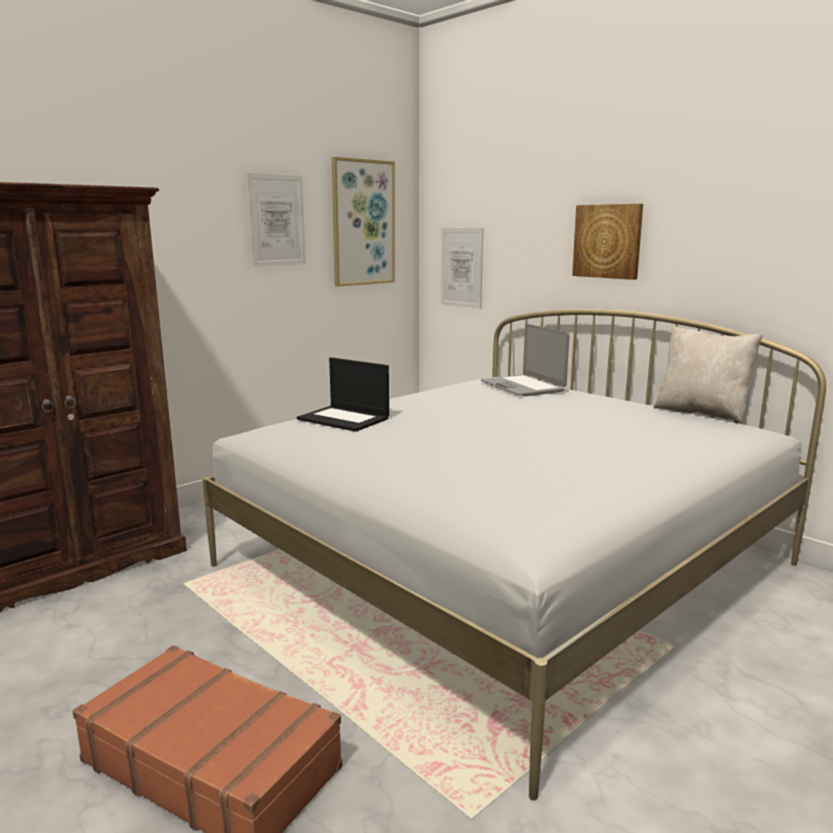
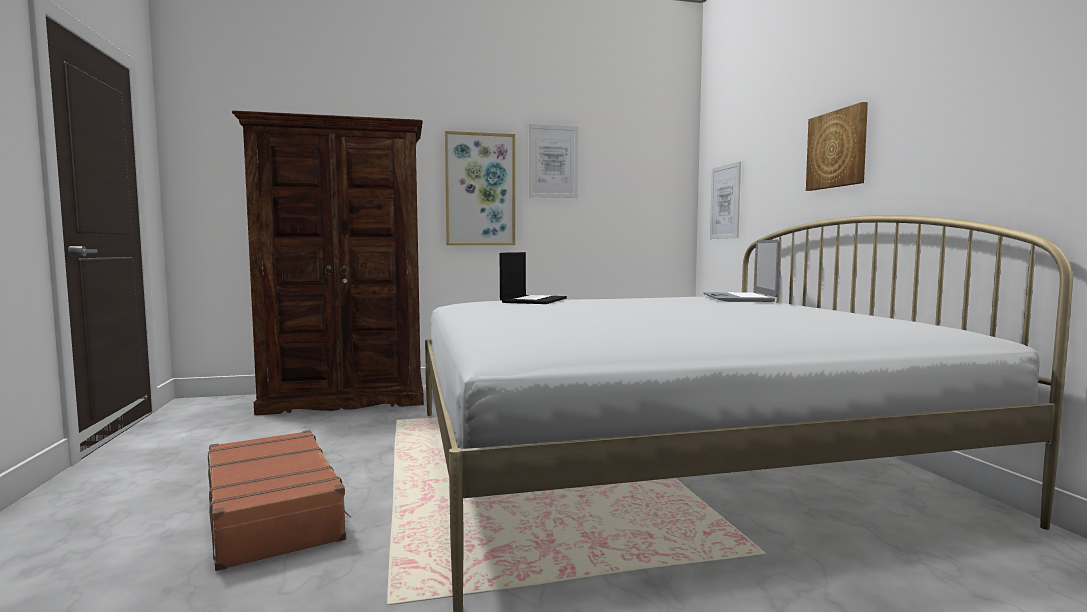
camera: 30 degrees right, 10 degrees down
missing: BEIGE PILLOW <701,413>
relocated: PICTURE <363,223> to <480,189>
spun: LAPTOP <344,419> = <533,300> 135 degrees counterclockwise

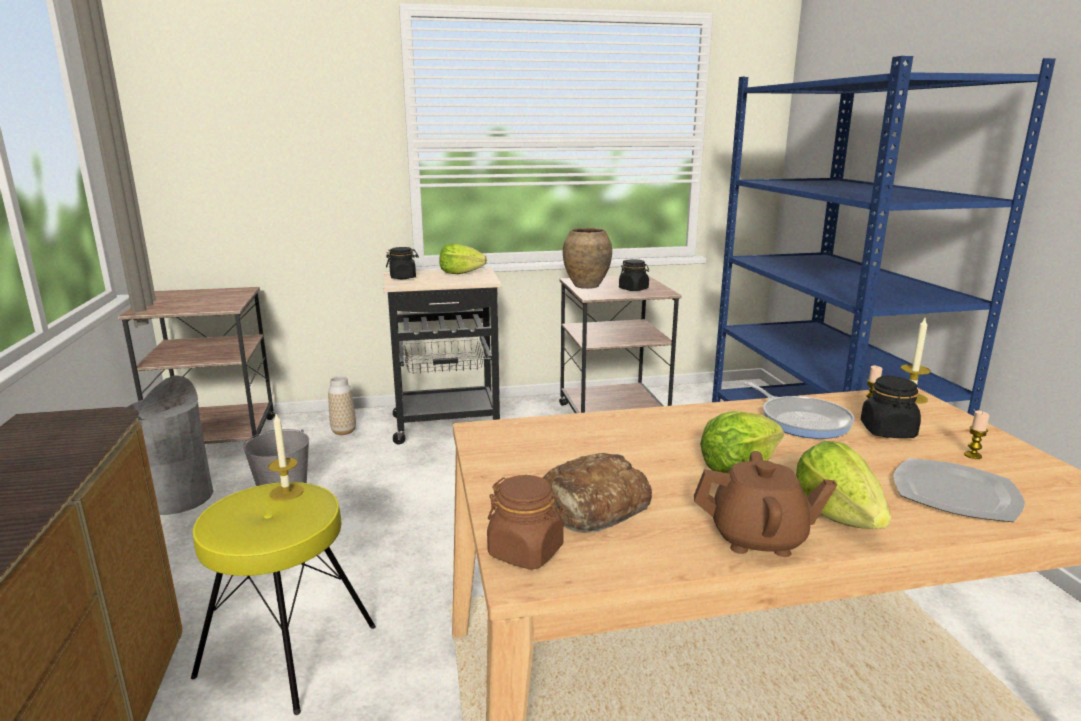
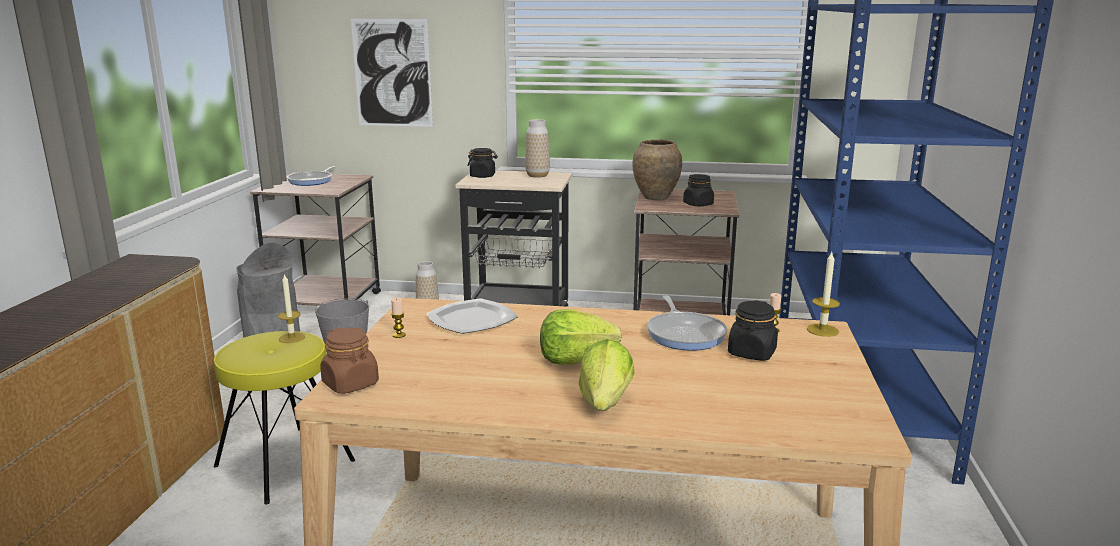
camera: 20 degrees right, 0 degrees up
missing: BREAD <592,505>; BROWN TEAPOT <758,538>
appeared: FRYING PAN <312,181>; PICTURE <392,73>
relocated: CANDLE <972,455> to <399,335>; PLATE <954,494> to <470,320>
exchanged: LETTUCE <460,273> to VASE <537,175>

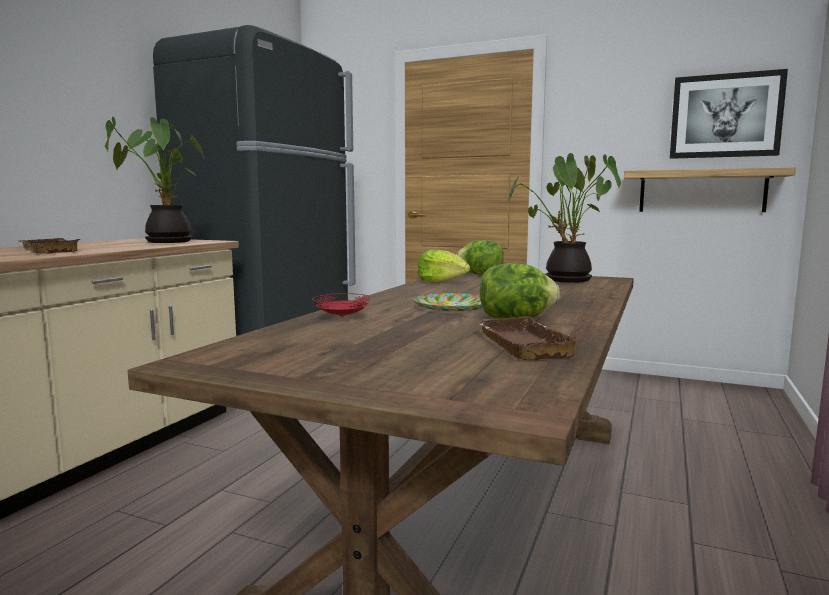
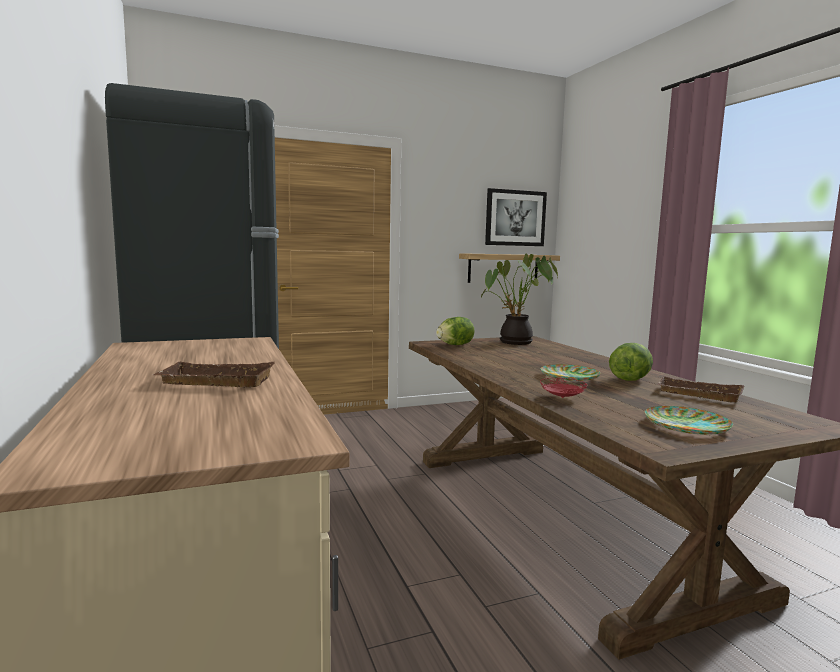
camera: 45 degrees left, 0 degrees up
missing: POTTED PLANT <165,241>; LETTUCE <441,282>
appeared: PLATE <686,425>

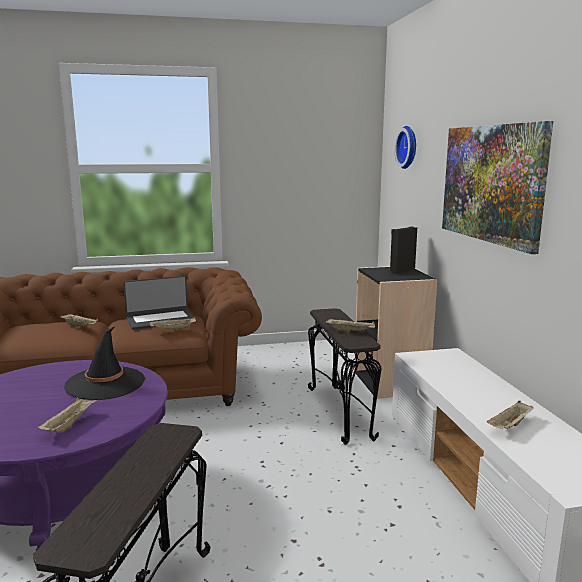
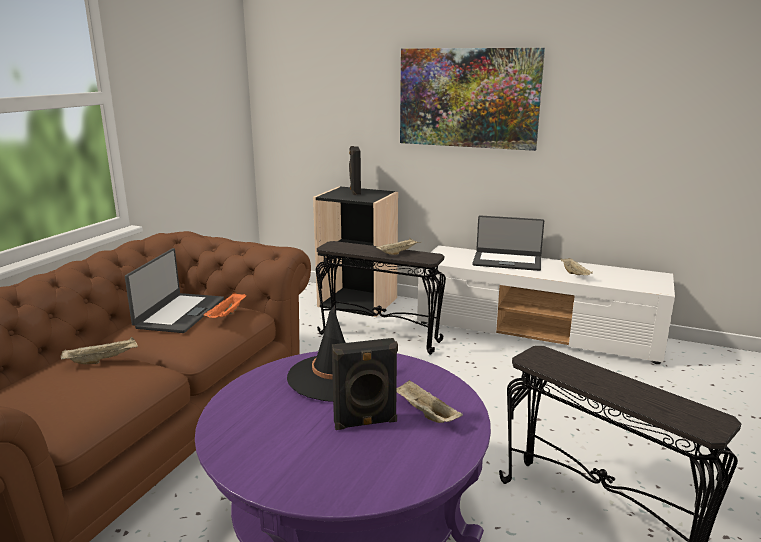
camera: 55 degrees left, 5 degrees up
missing: WALL CLOCK <409,147>
appeared: BLACK SPEAKER <365,423>; LAPTOP <507,261>
colour: BEIGE TRAY <172,330> to ORANGE TRAY <227,315>

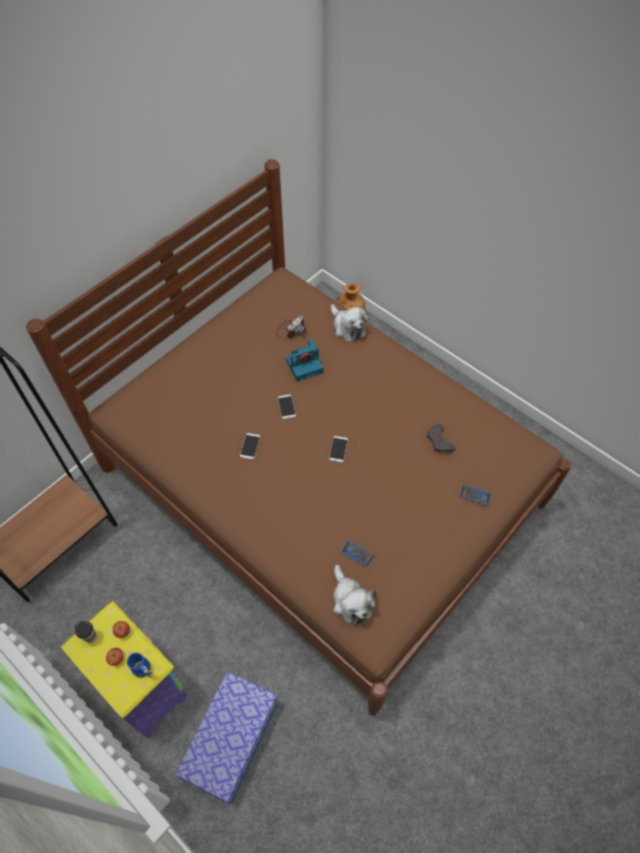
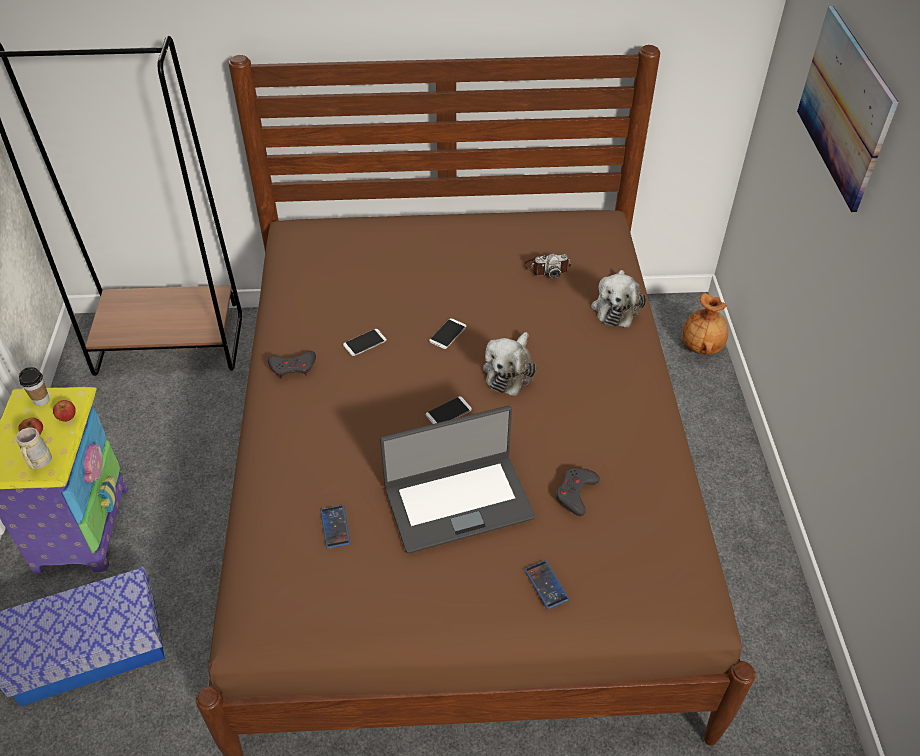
camera: 45 degrees right, 10 degrees down
missing: PHOTO CAMERA <304,365>
appeared: GREY GAME CONTROLLER <293,367>; LAPTOP <458,502>; PICTURE <844,107>
relocated: PLUSH TOY <351,600> to <510,371>
colour: BLUE MUG <144,671> to BEIGE MUG <39,464>

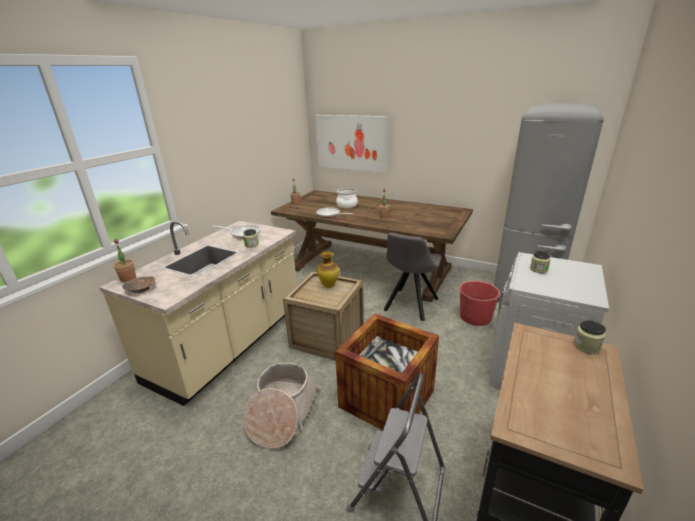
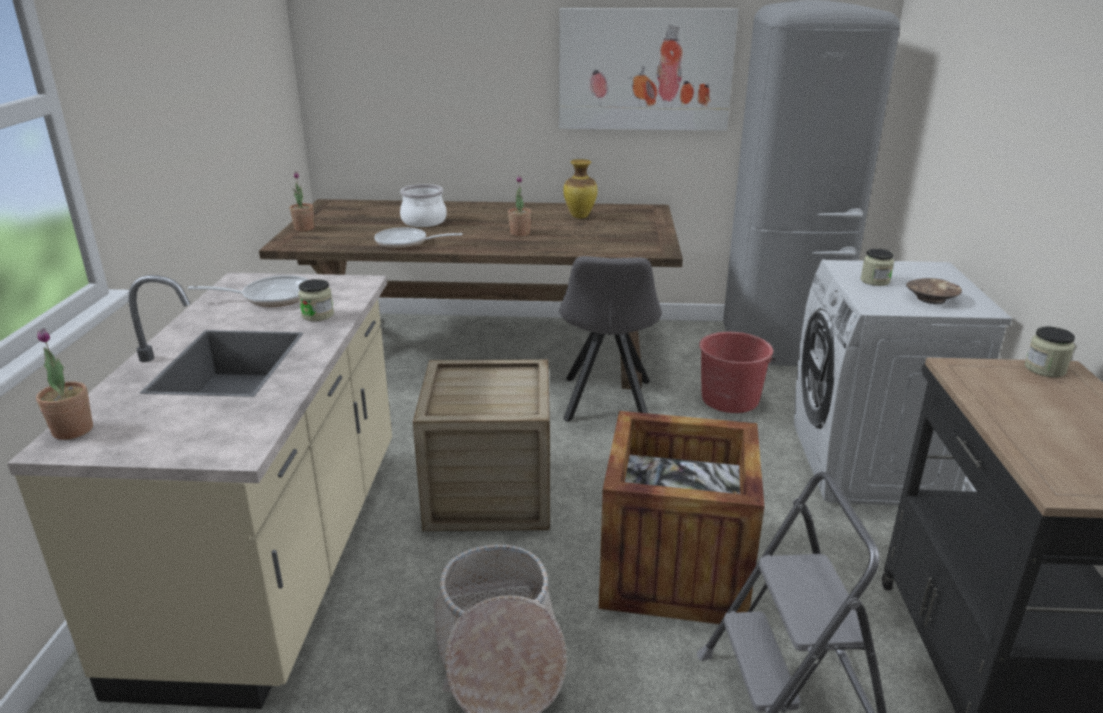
camera: 25 degrees left, 0 degrees up
relocated: PICTURE <351,142> to <645,70>; VASE <329,286> to <580,216>; BROWN BOWL <141,289> to <932,299>

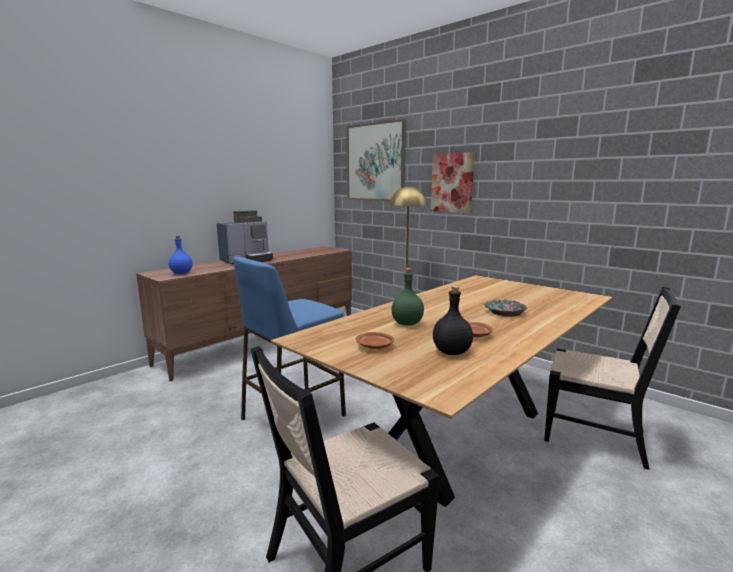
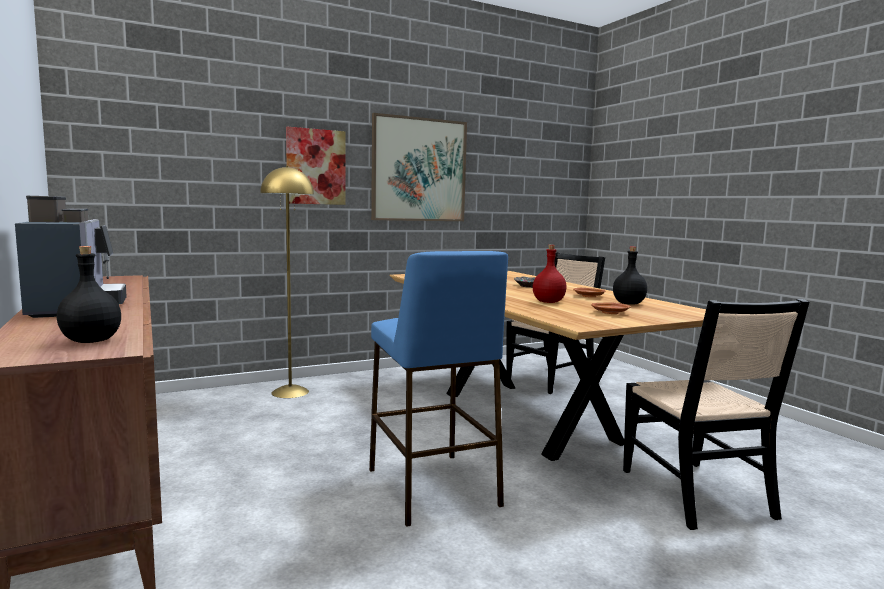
camera: 70 degrees left, 5 degrees down
relocated: PICTURE <375,162> to <419,170>
colour: BLUE BOTTLE <181,273> to BLACK BOTTLE <91,341>; GREEN BOTTLE <406,323> to RED BOTTLE <548,302>

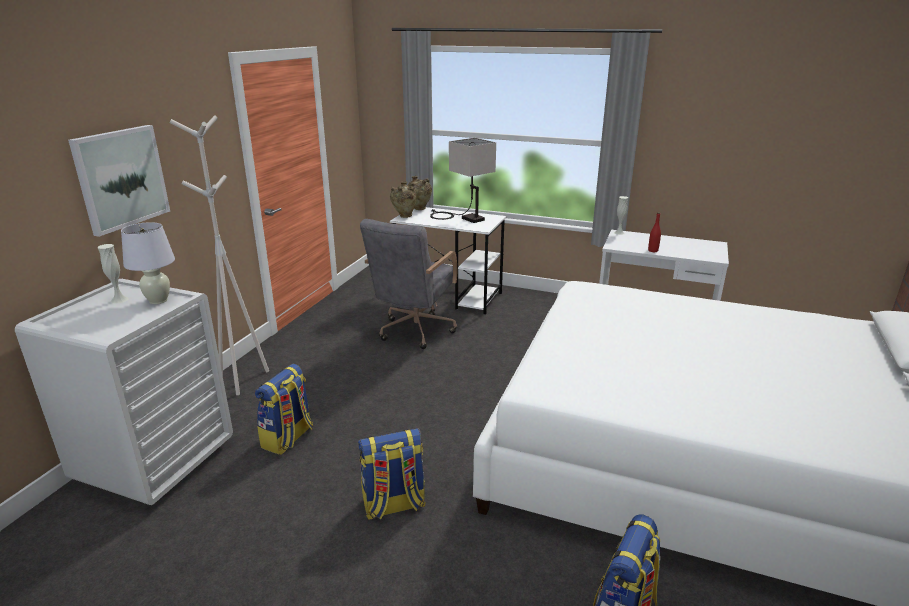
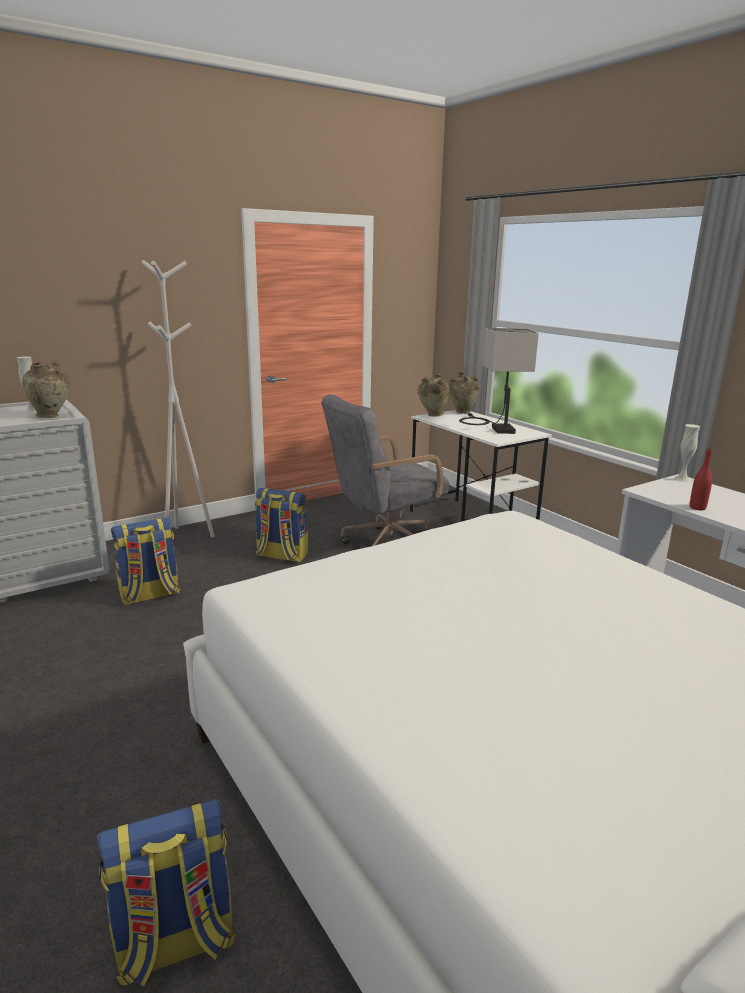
camera: 35 degrees right, 5 degrees down
missing: PICTURE <121,178>
relocated: BACKPACK <393,505> to <281,555>
exchanged: WHITE TABLE LAMP <158,300> to BEIGE VASE <51,416>

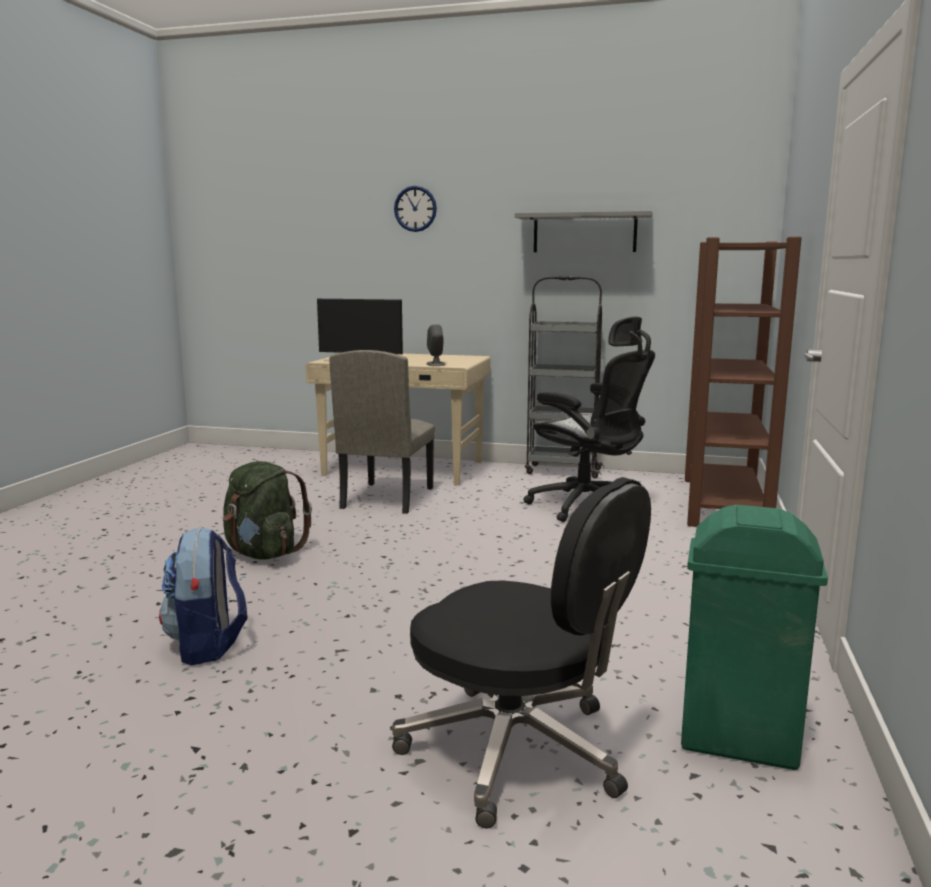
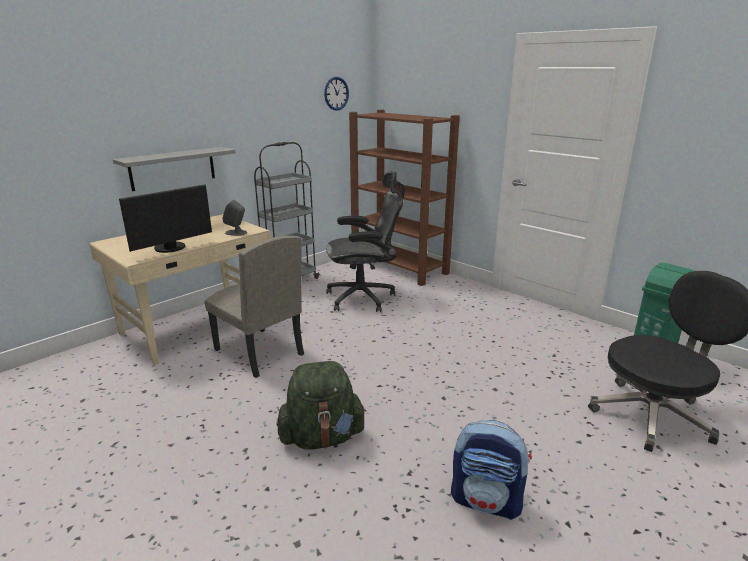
camera: 60 degrees left, 10 degrees up
relocated: GREY SHELF <584,233> to <173,168>; WALL CLOCK <415,209> to <336,93>

